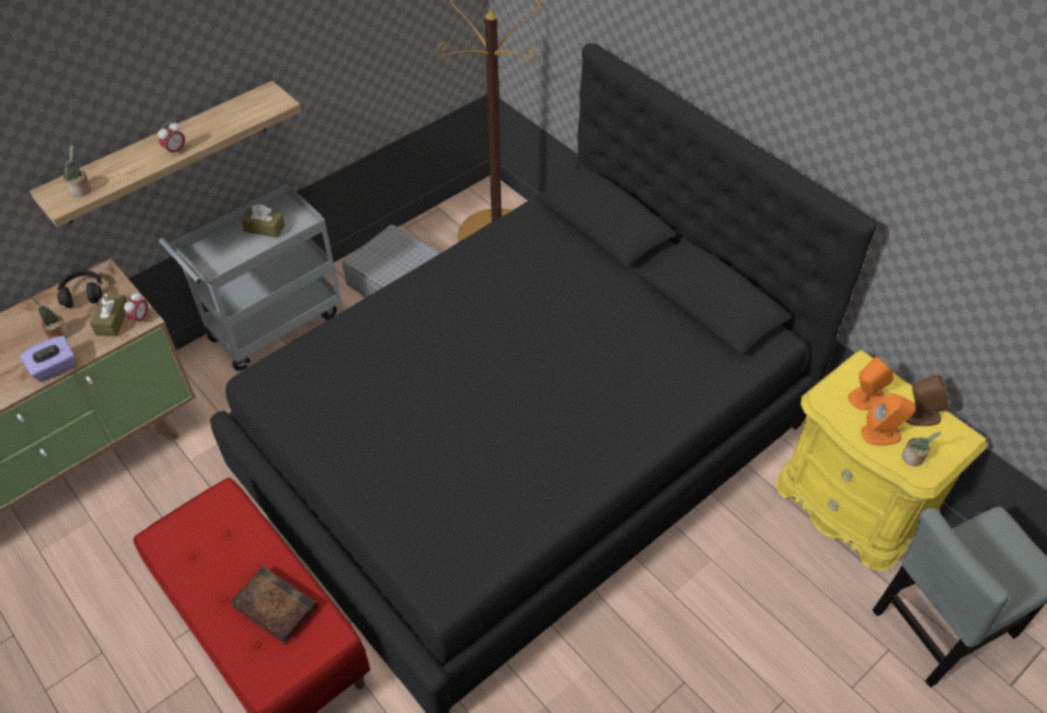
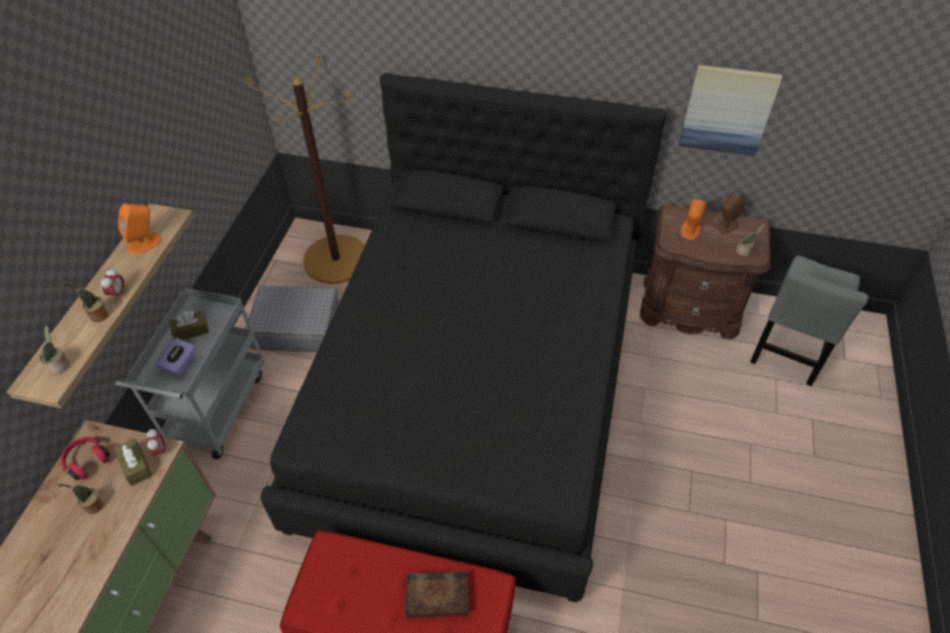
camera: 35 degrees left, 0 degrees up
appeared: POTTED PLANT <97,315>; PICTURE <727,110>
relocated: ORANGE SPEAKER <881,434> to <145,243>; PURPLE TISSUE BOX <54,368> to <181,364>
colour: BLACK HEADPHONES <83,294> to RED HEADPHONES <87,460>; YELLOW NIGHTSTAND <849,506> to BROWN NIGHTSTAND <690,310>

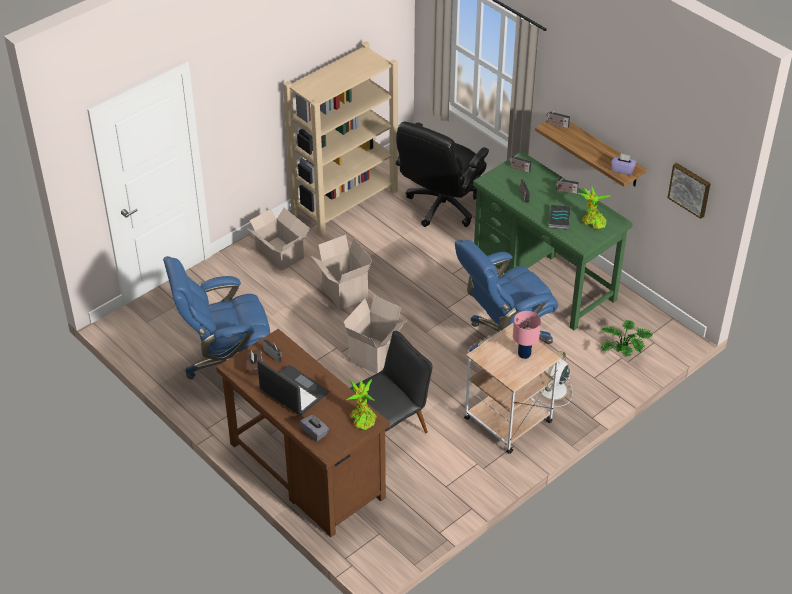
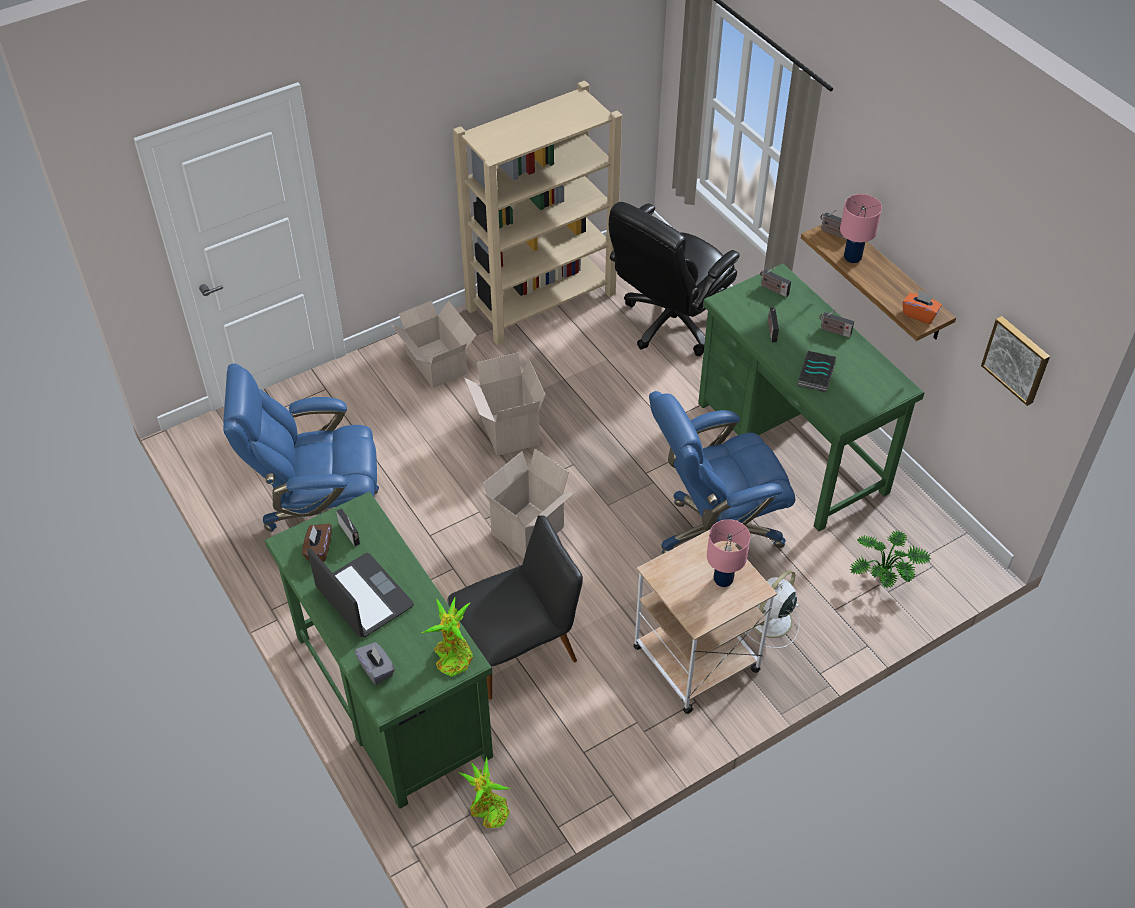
camera: 10 degrees right, 5 degrees up
appeared: PINK TABLE LAMP <852,257>
relocated: POTTED PLANT <592,222> to <487,810>
colour: BROWN DESK <305,470> to GREEN DESK <390,695>; PURPLE TISSUE BOX <622,170> to ORANGE TISSUE BOX <919,314>

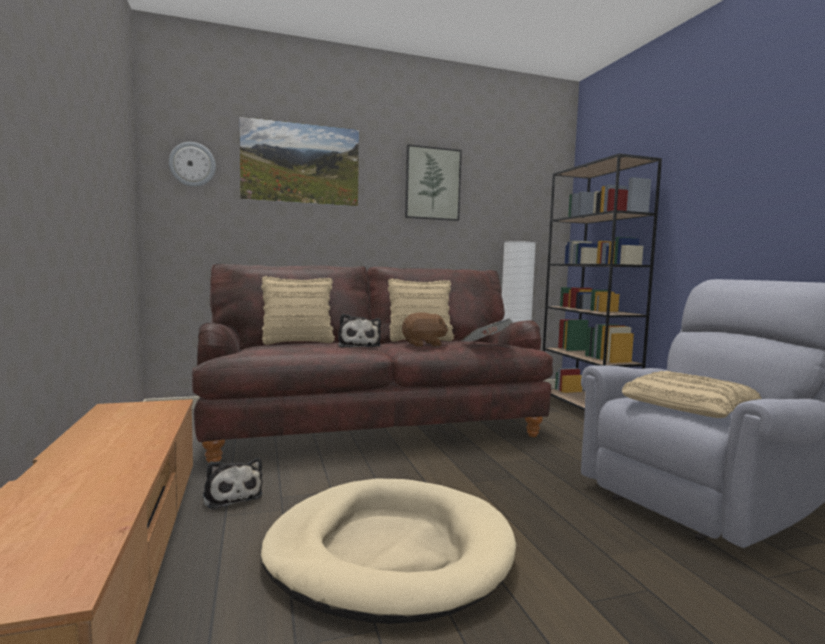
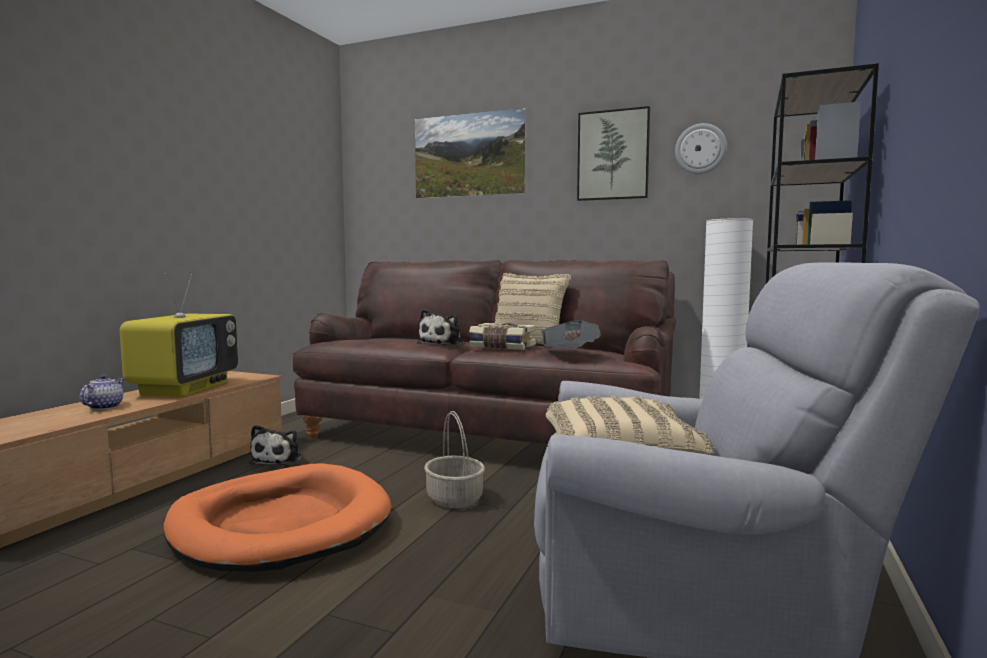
camera: 40 degrees right, 0 degrees up
missing: BEIGE PILLOW <298,342>
appeared: TEAPOT <104,407>; TELEVISION <185,389>; BASKET <455,499>
relocated: WALL CLOCK <192,164> to <700,149>
exchanged: BROWN PLUSH TOY <424,344> to BOOK <502,347>
colour: BEIGE DOG BED <389,553> to ORANGE DOG BED <281,524>

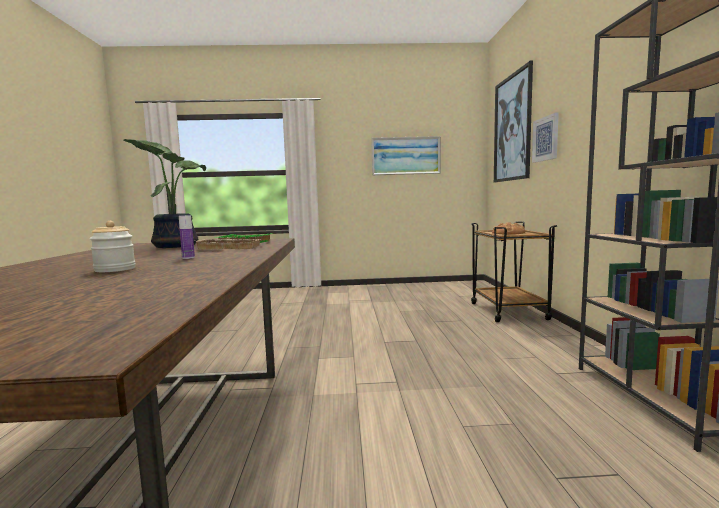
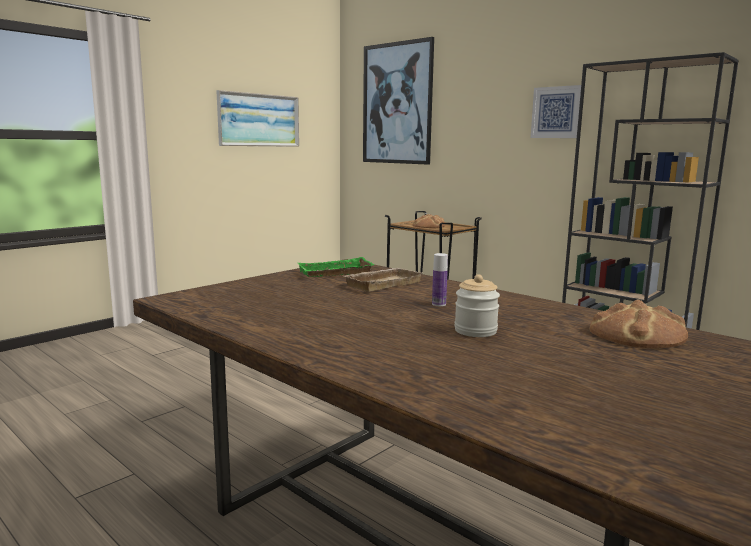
camera: 45 degrees left, 5 degrees up
missing: POTTED PLANT <175,245>
appeared: BREAD <636,334>
relocated: PICTURE <546,139> to <556,112>

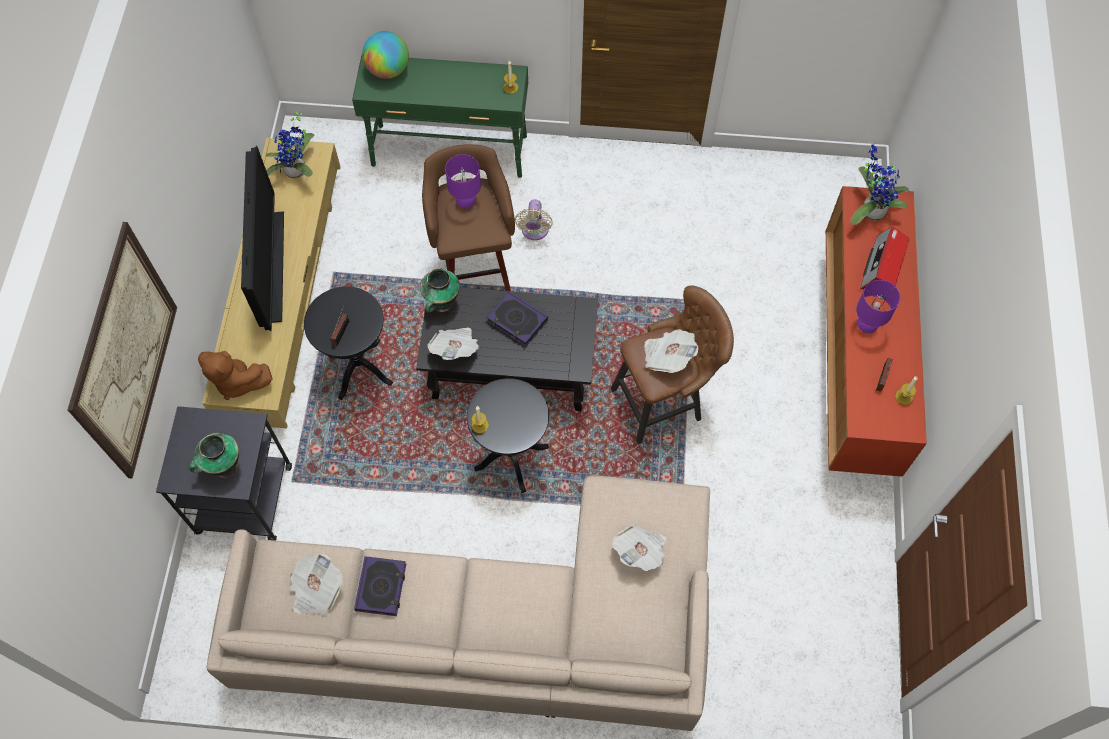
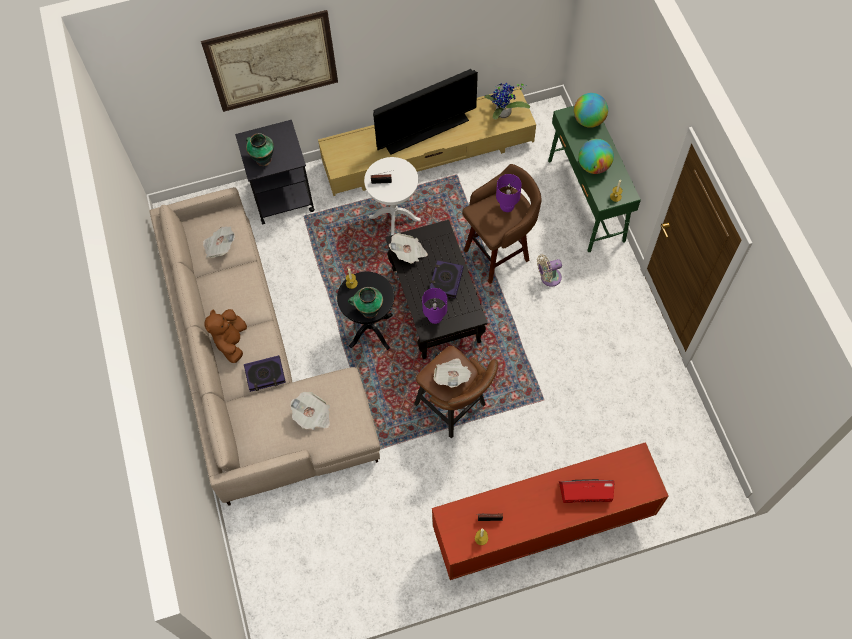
camera: 70 degrees right, 0 degrees up
missing: POTTED PLANT <870,210>
appeared: GLOBE <593,166>
relocated: BROWN PLUSH TOY <236,381> to <231,342>; BOOK <381,587> to <265,375>; VASE <442,303> to <369,311>; PURPLE TABLE LAMP <866,326> to <434,318>
colour: BLACK SIDE TABLE <359,369> to WHITE SIDE TABLE <394,219>

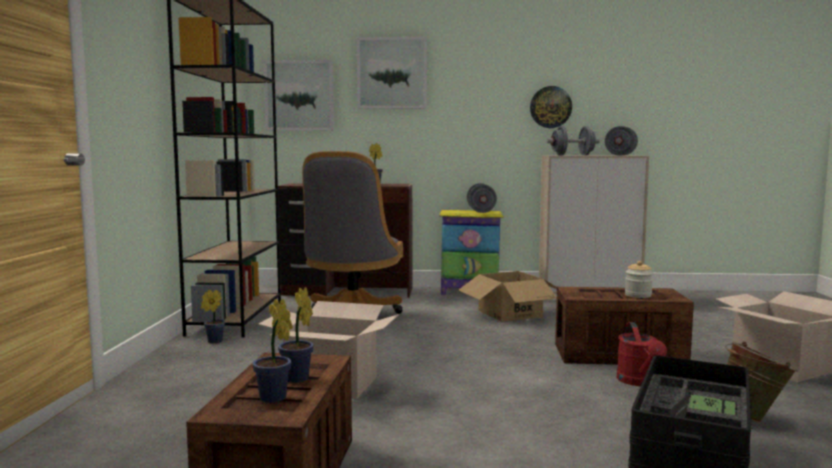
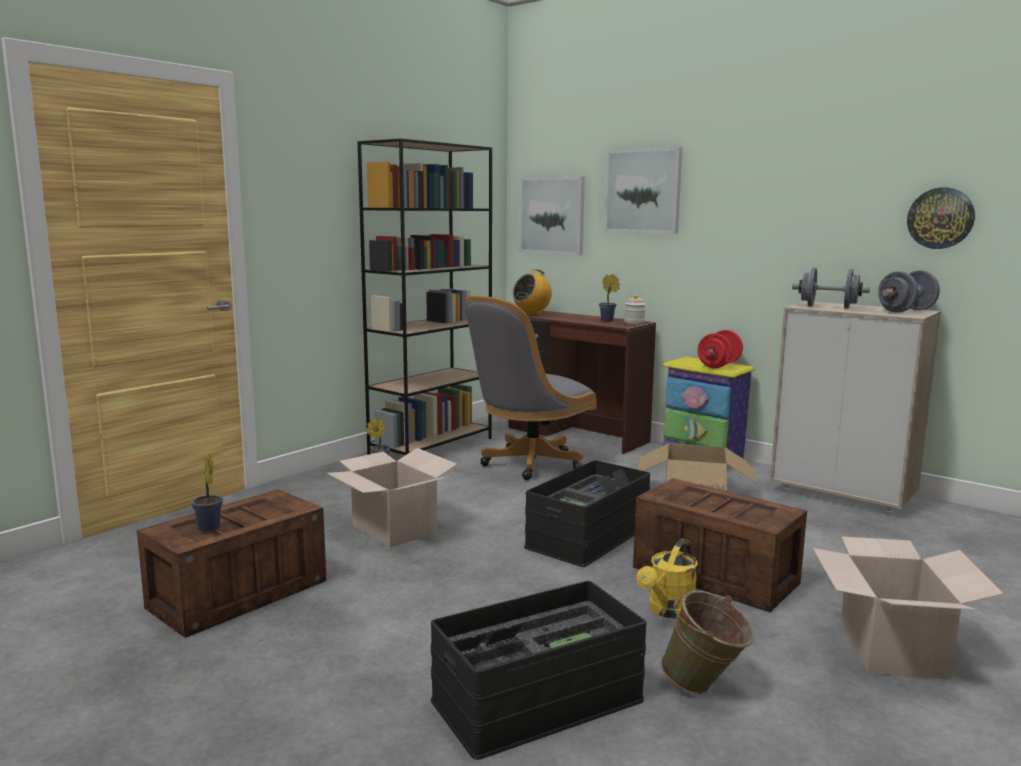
camera: 35 degrees right, 5 degrees up
missing: POTTED PLANT <298,380>
appeared: RADIO <532,314>; BLACK STORAGE BOX <587,535>
relocated: JAR <638,295> to <634,322>; WALL CLOCK <550,107> to <940,218>
colour: RED WATERING CAN <639,382> to YELLOW WATERING CAN <668,611>; GREY DUMBBELL <481,211> to RED DUMBBELL <719,365>

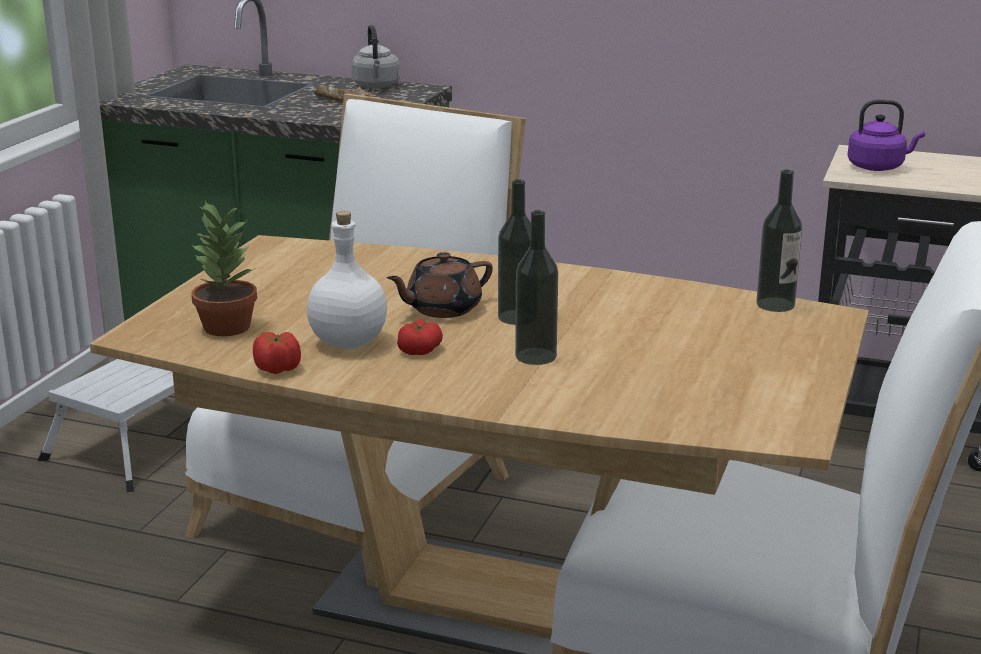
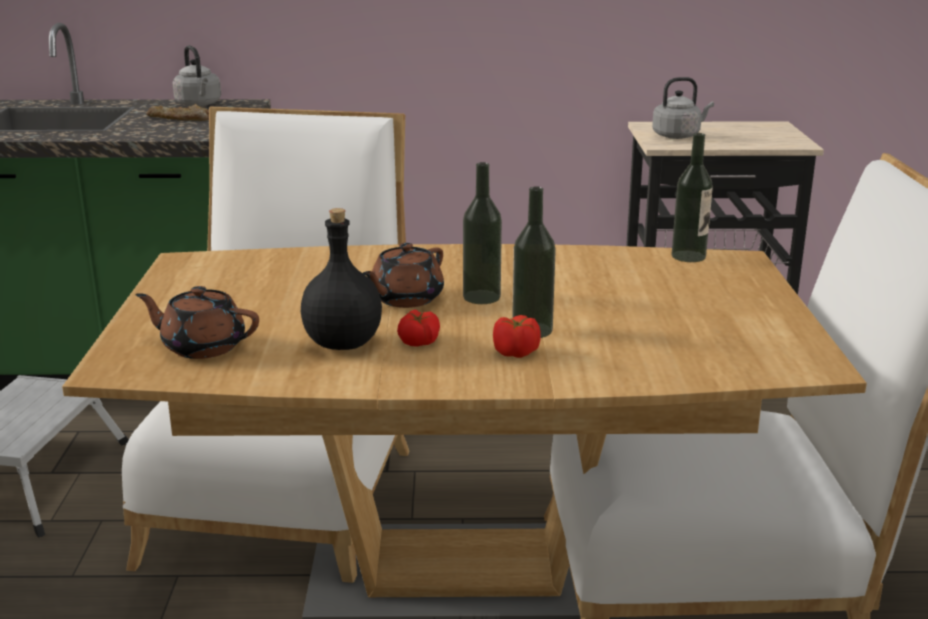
camera: 20 degrees left, 0 degrees up
relocated: TOMATO <278,369> to <516,353>
exchanged: POTTED PLANT <225,327> to BROWN TEAPOT <202,347>
colour: WHITE BOTTLE <349,343> to BLACK BOTTLE <344,344>; PURPLE KETTLE <878,167> to GREY KETTLE <678,136>

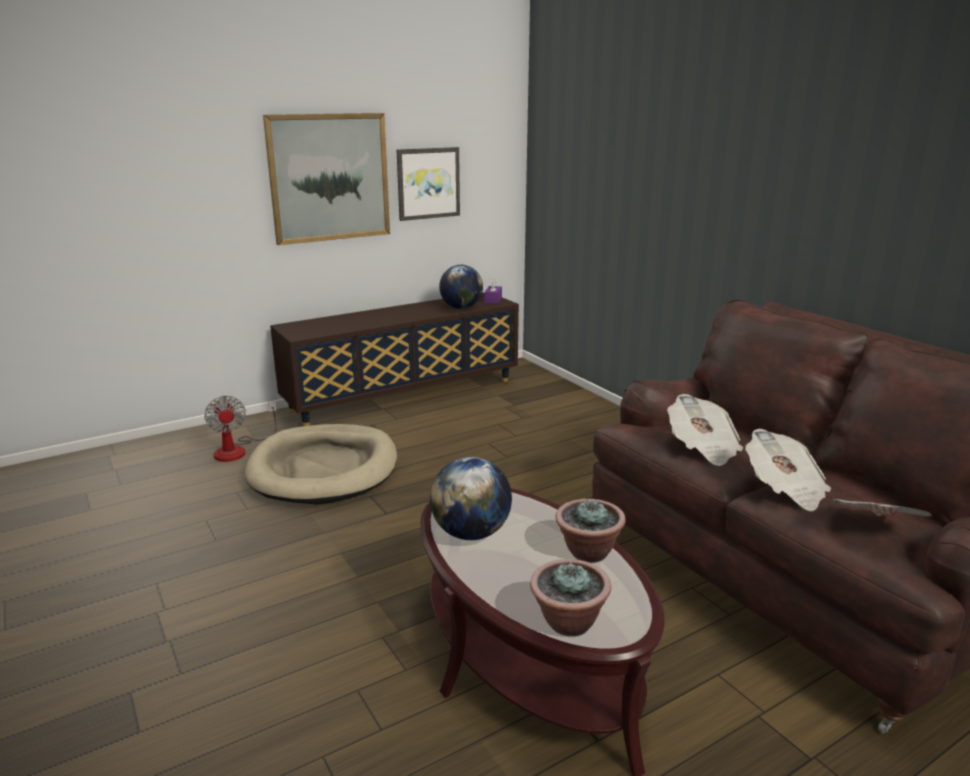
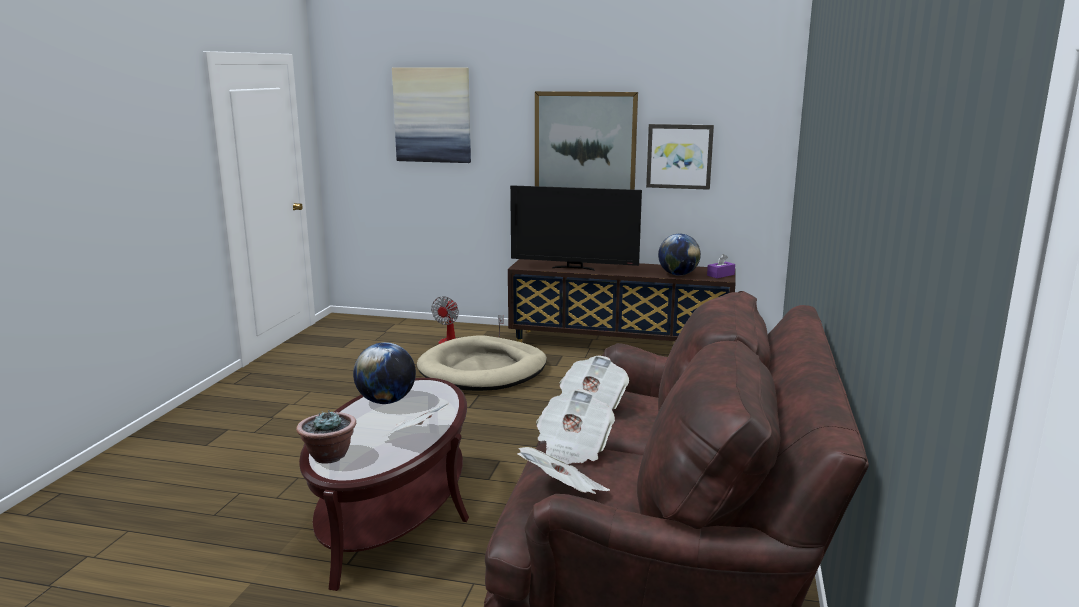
camera: 45 degrees right, 5 degrees down
appeared: PICTURE <432,115>; TELEVISION <574,268>
exchanged: POTTED PLANT <587,552> to NEWSPAPER <417,436>

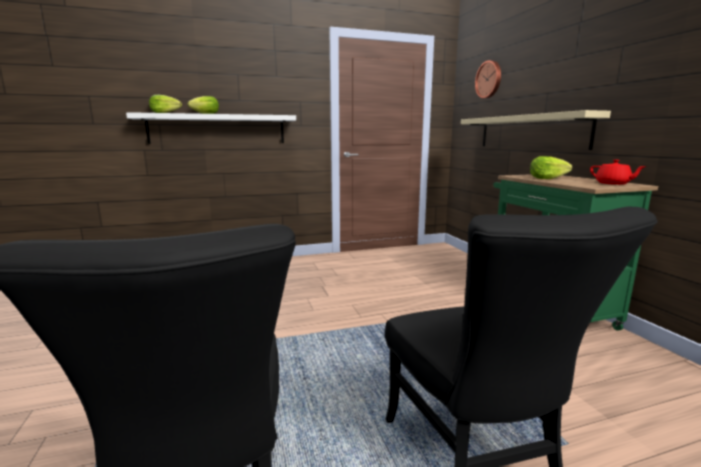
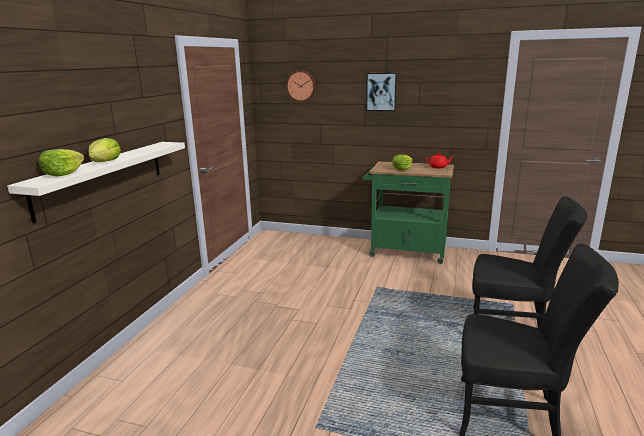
camera: 55 degrees left, 5 degrees up
missing: BEIGE SHELF <530,132>
appeared: PICTURE <381,92>

